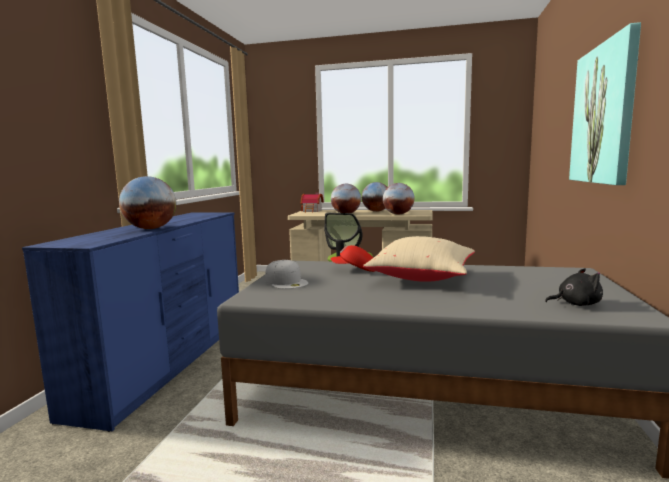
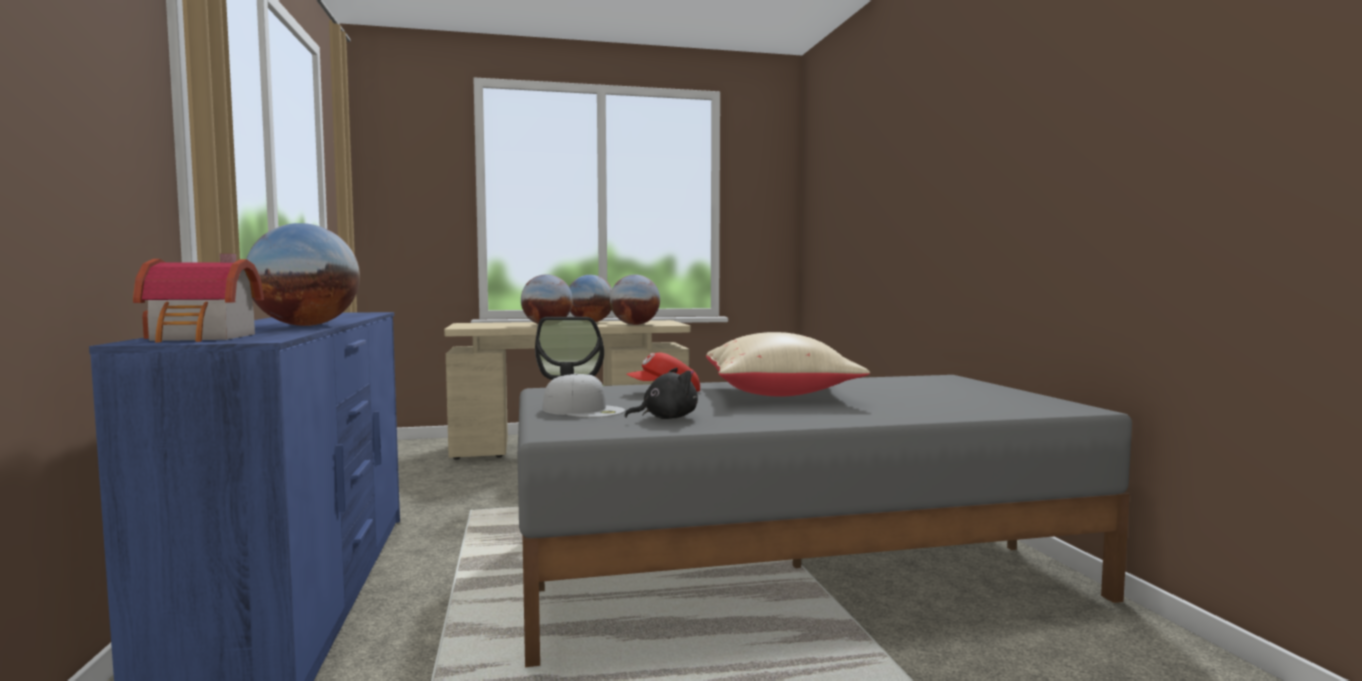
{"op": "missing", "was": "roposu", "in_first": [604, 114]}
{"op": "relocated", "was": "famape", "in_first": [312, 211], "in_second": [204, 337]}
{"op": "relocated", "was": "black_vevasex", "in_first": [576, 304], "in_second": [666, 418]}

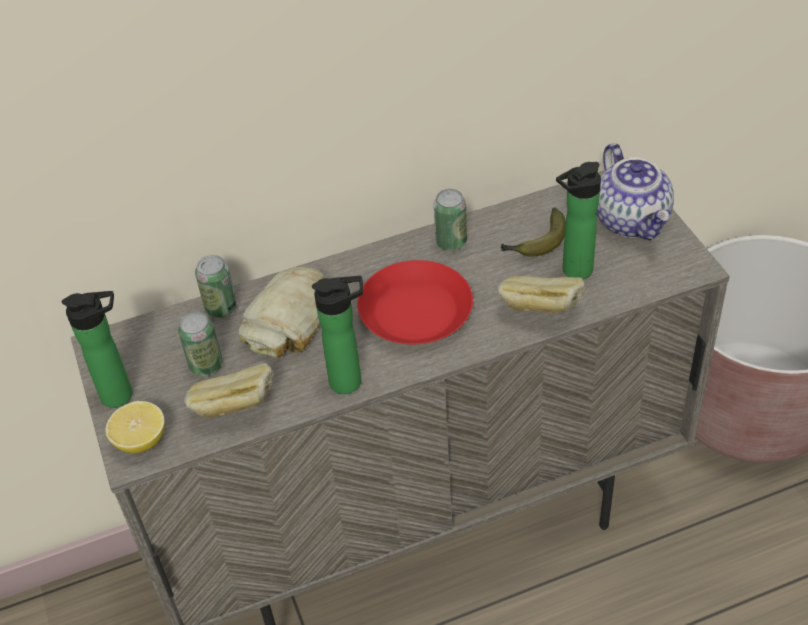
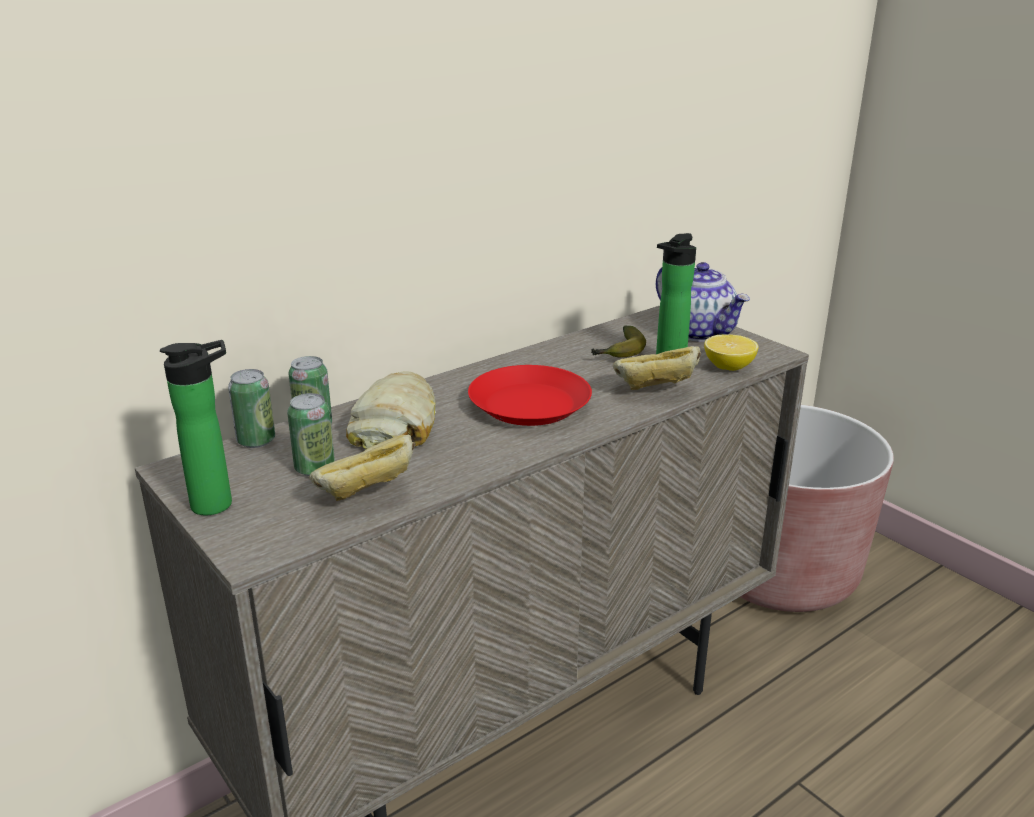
{"op": "relocated", "was": "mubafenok", "in_first": [451, 242], "in_second": [256, 441]}
{"op": "missing", "was": "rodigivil", "in_first": [351, 381]}
{"op": "relocated", "was": "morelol", "in_first": [141, 441], "in_second": [728, 367]}

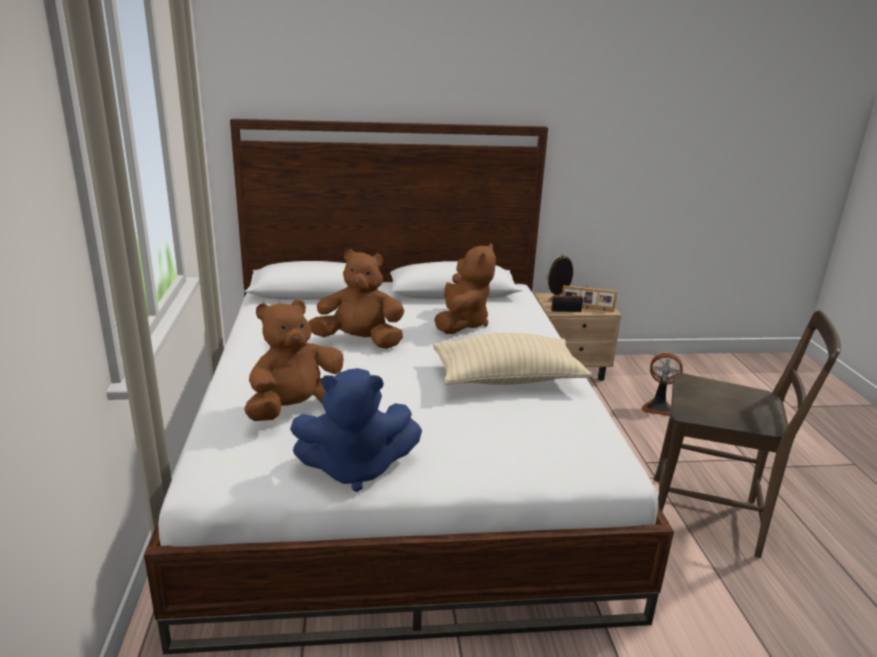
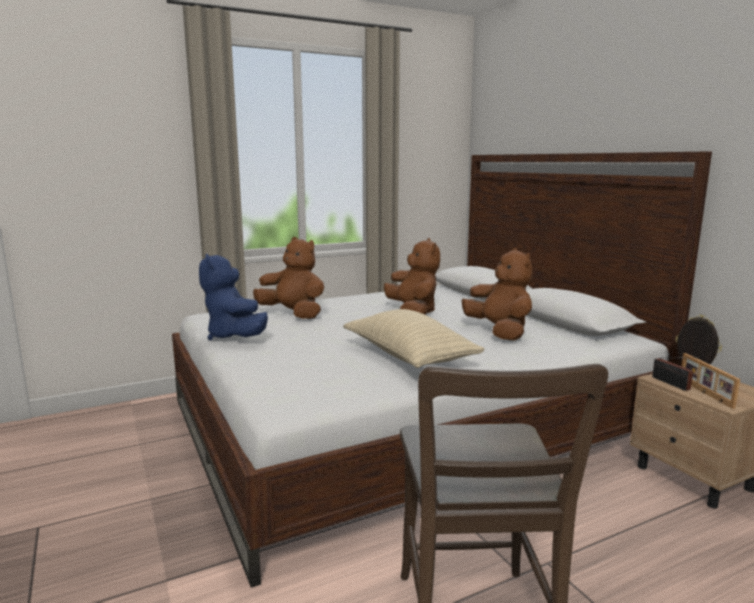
{"op": "spun", "was": "brown_vevasex", "in_first": [462, 323], "in_second": [499, 332], "clockwise": -105}
{"op": "missing", "was": "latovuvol", "in_first": [658, 407]}

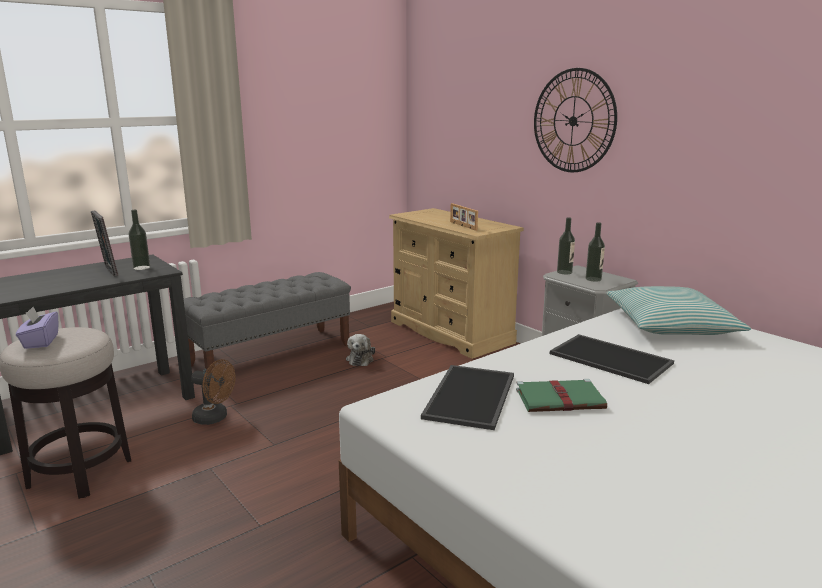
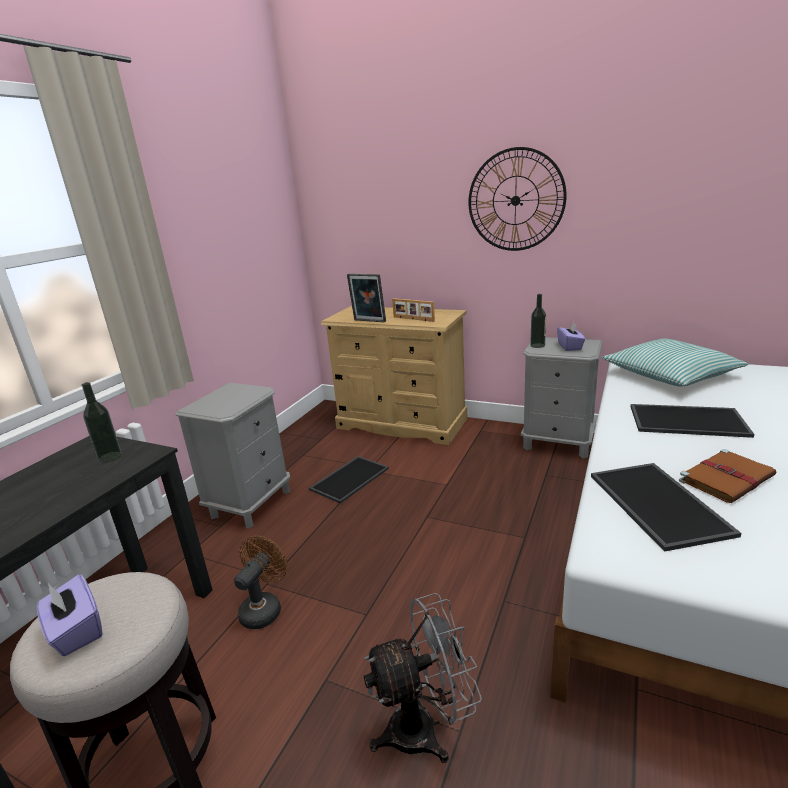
{"op": "relocated", "was": "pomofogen", "in_first": [108, 271], "in_second": [368, 321]}
{"op": "exchanged", "was": "rodigivil", "now": "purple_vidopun", "in_first": [593, 279], "in_second": [570, 347]}
{"op": "exchanged", "was": "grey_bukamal", "now": "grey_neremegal", "in_first": [271, 355], "in_second": [251, 503]}
{"op": "exchanged", "was": "vevasex", "now": "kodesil", "in_first": [360, 359], "in_second": [349, 478]}
{"op": "spun", "was": "brown_latovuvol", "in_first": [215, 418], "in_second": [264, 608], "clockwise": -60}
{"op": "colour", "was": "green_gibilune", "now": "brown_gibilune", "in_first": [561, 399], "in_second": [727, 478]}
{"op": "appeared", "now": "grey_latovuvol", "in_second": [425, 728]}

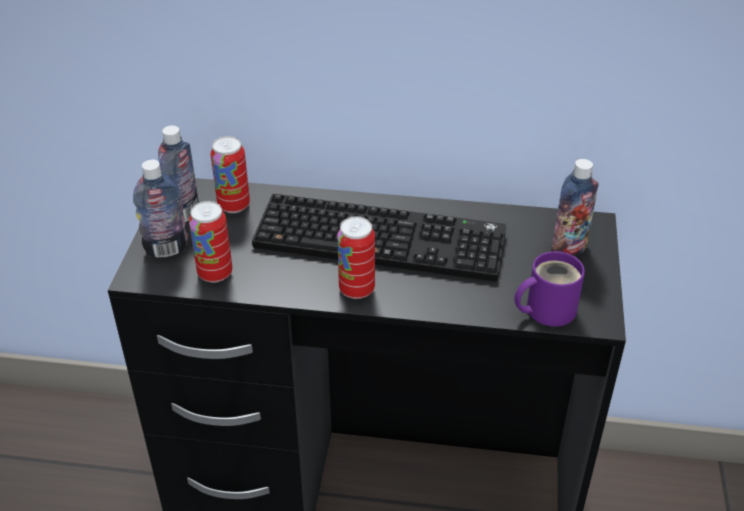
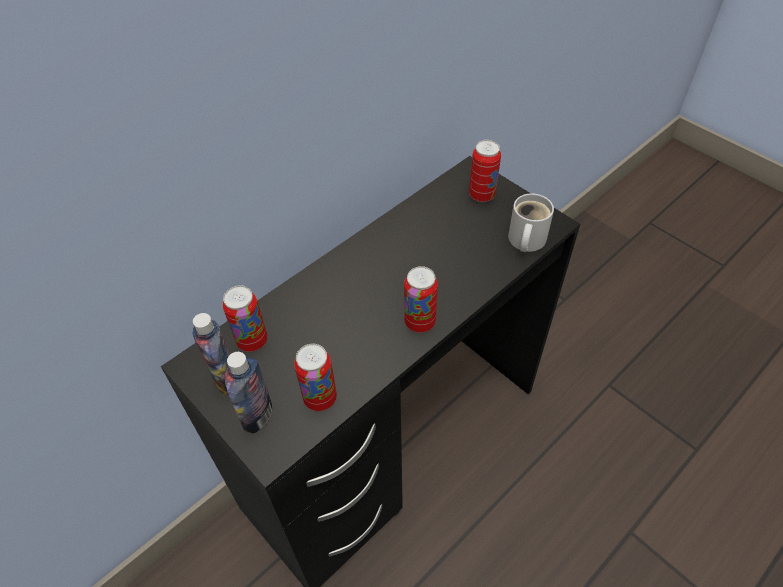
{"op": "exchanged", "was": "rodigivil", "now": "mubafenok", "in_first": [568, 249], "in_second": [481, 195]}
{"op": "missing", "was": "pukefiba", "in_first": [383, 238]}
{"op": "colour", "was": "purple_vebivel", "now": "white_vebivel", "in_first": [545, 309], "in_second": [525, 240]}

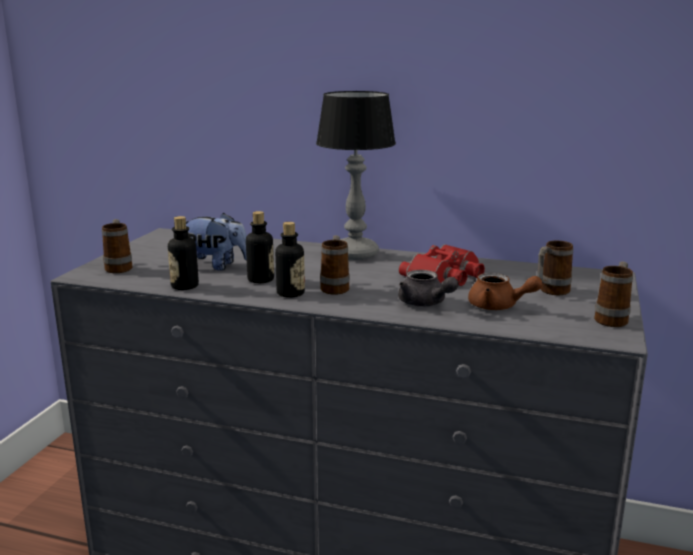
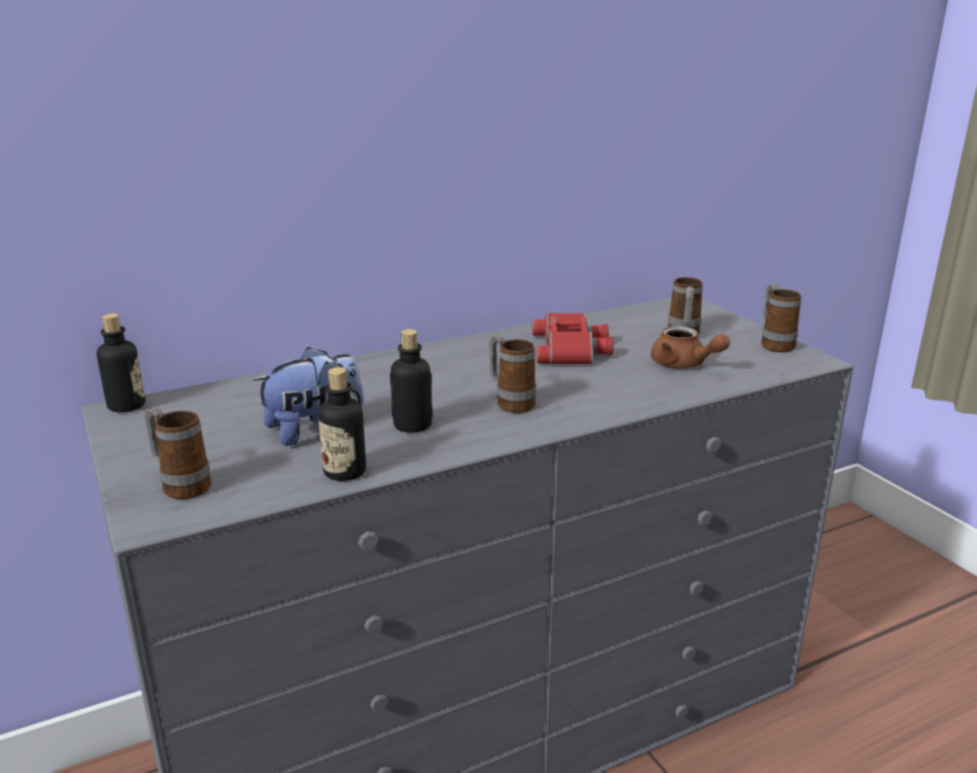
{"op": "missing", "was": "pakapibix", "in_first": [354, 254]}
{"op": "relocated", "was": "rodigivil", "in_first": [290, 293], "in_second": [126, 405]}
{"op": "missing", "was": "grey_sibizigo", "in_first": [425, 304]}
{"op": "spun", "was": "brown_sibizigo", "in_first": [499, 306], "in_second": [683, 365], "clockwise": 60}

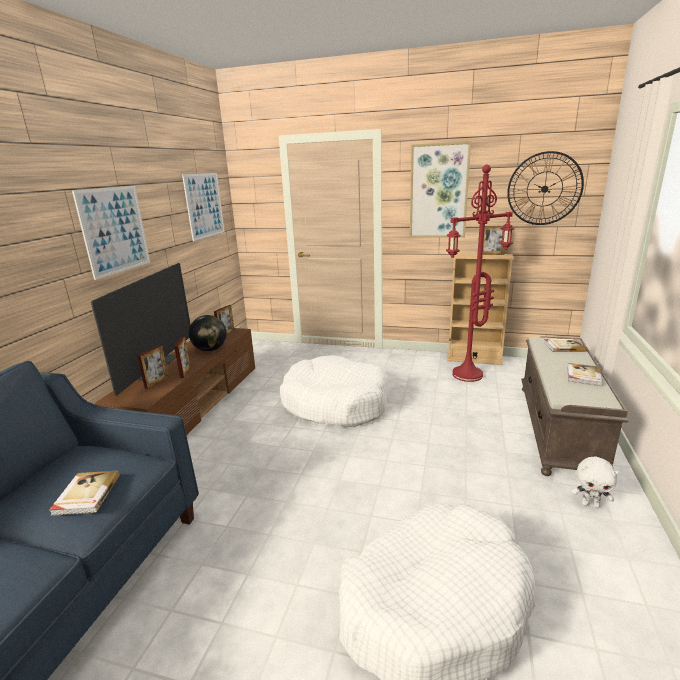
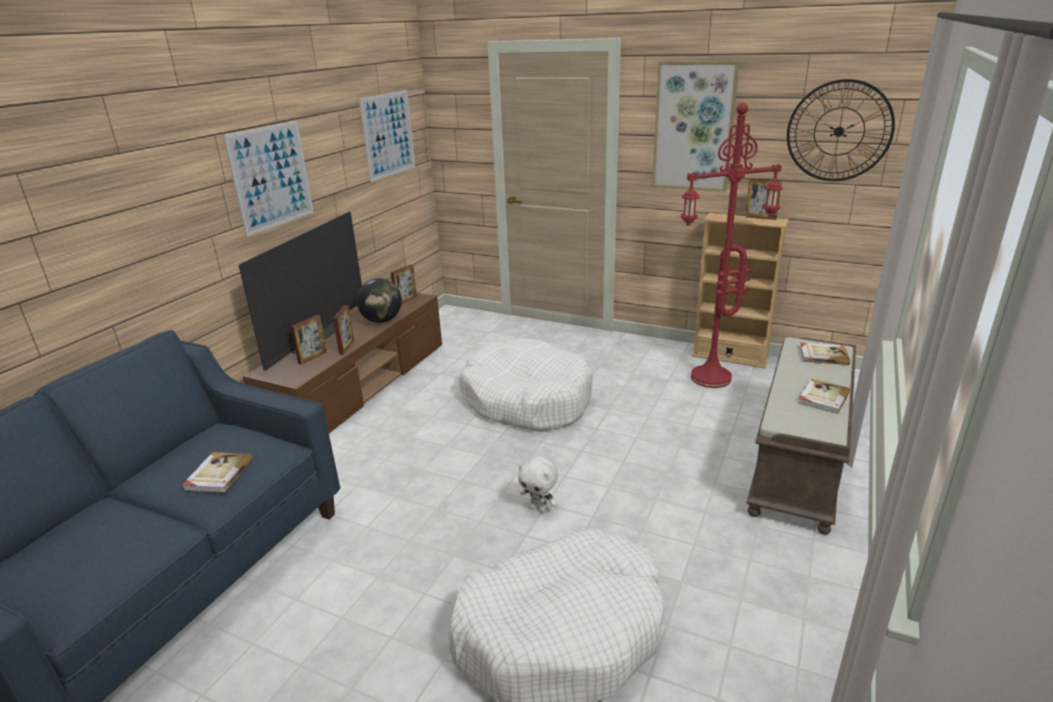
{"op": "relocated", "was": "white_vevasex", "in_first": [590, 505], "in_second": [539, 508]}

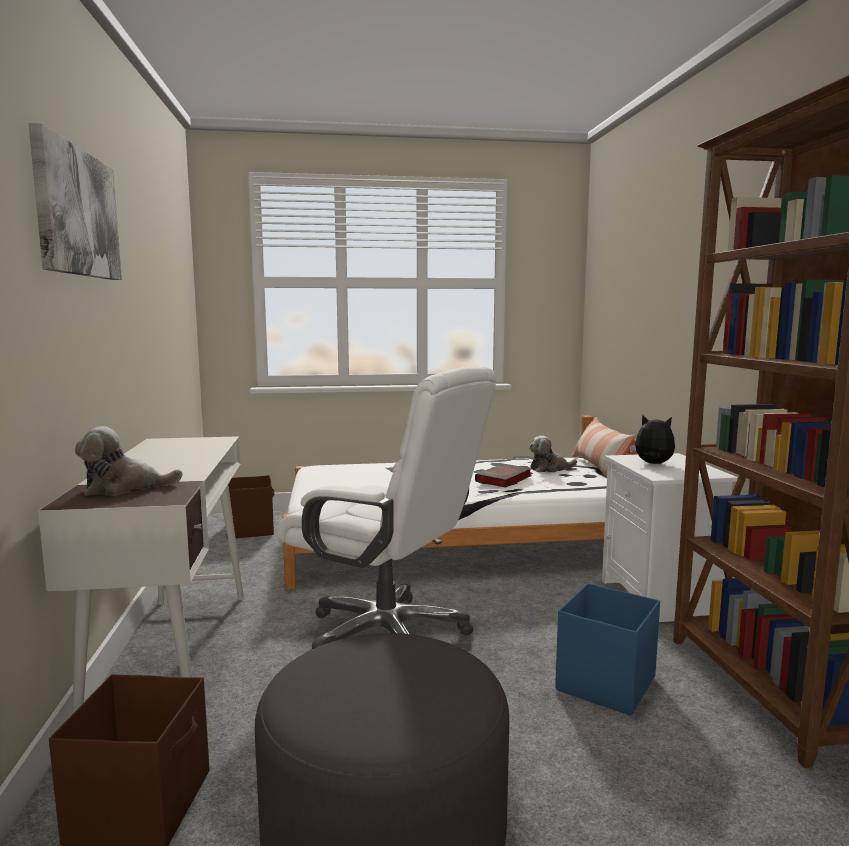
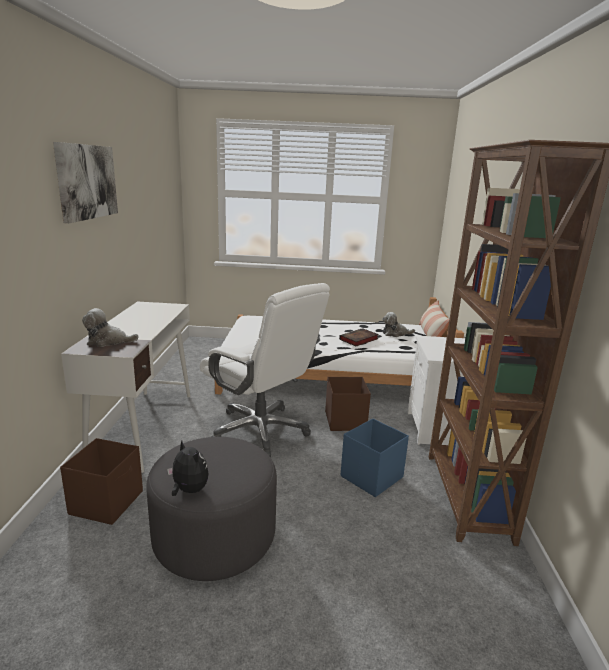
{"op": "relocated", "was": "vevasex", "in_first": [653, 464], "in_second": [188, 490]}
{"op": "relocated", "was": "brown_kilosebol", "in_first": [250, 529], "in_second": [345, 420]}

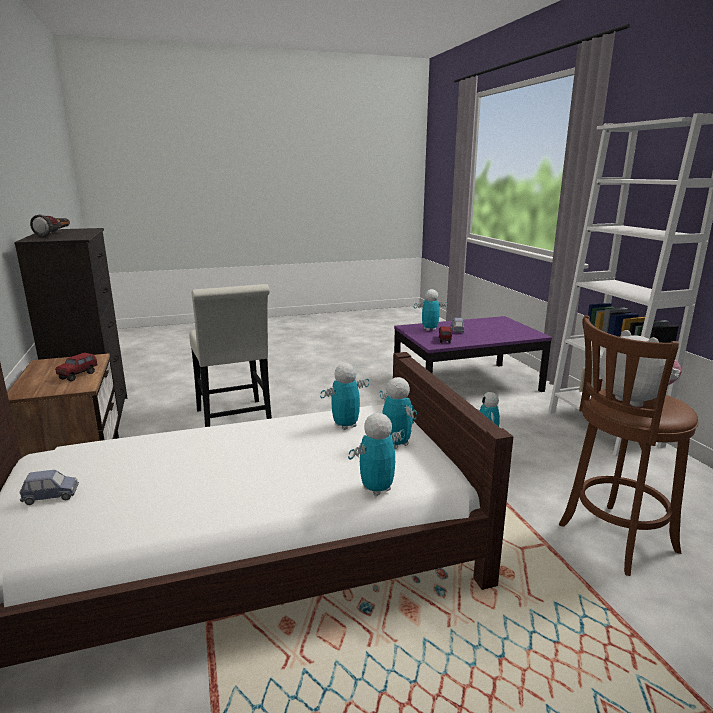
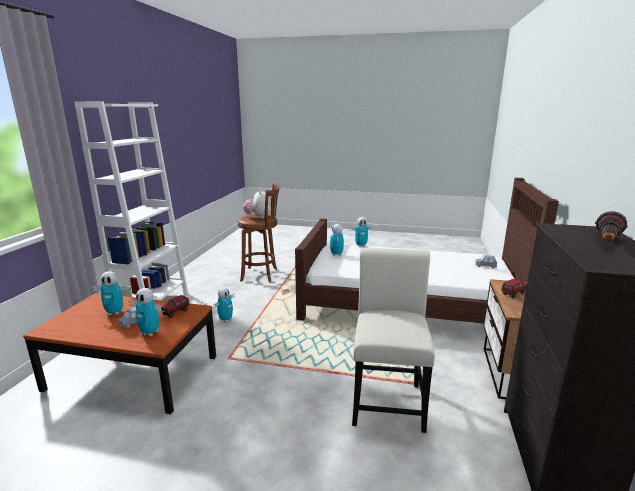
{"op": "colour", "was": "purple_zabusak", "now": "brown_zabusak", "in_first": [466, 384], "in_second": [134, 372]}
{"op": "relocated", "was": "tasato", "in_first": [345, 426], "in_second": [115, 312]}

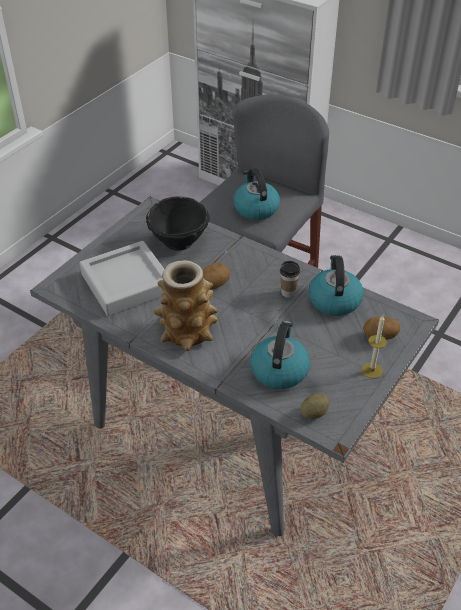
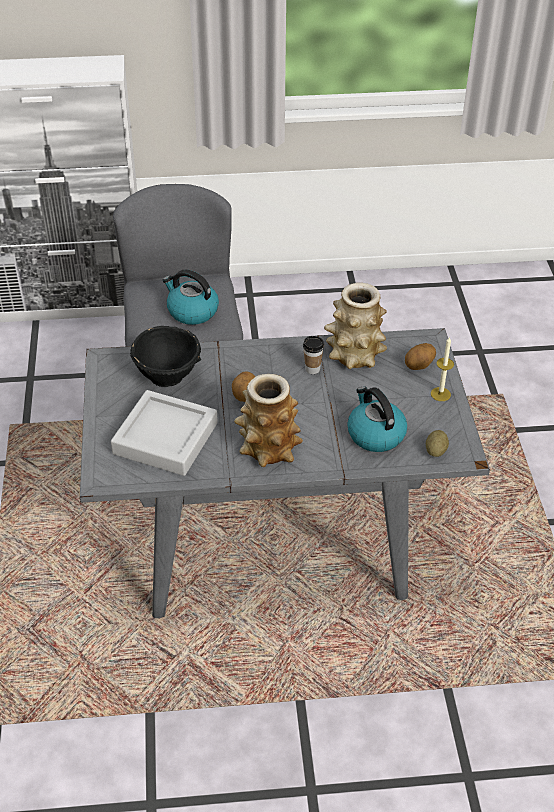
{"op": "exchanged", "was": "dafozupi", "now": "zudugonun", "in_first": [334, 300], "in_second": [354, 355]}

